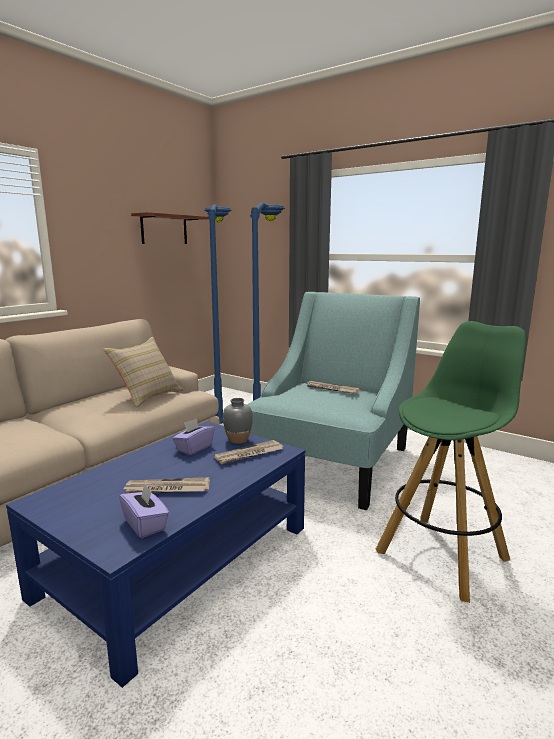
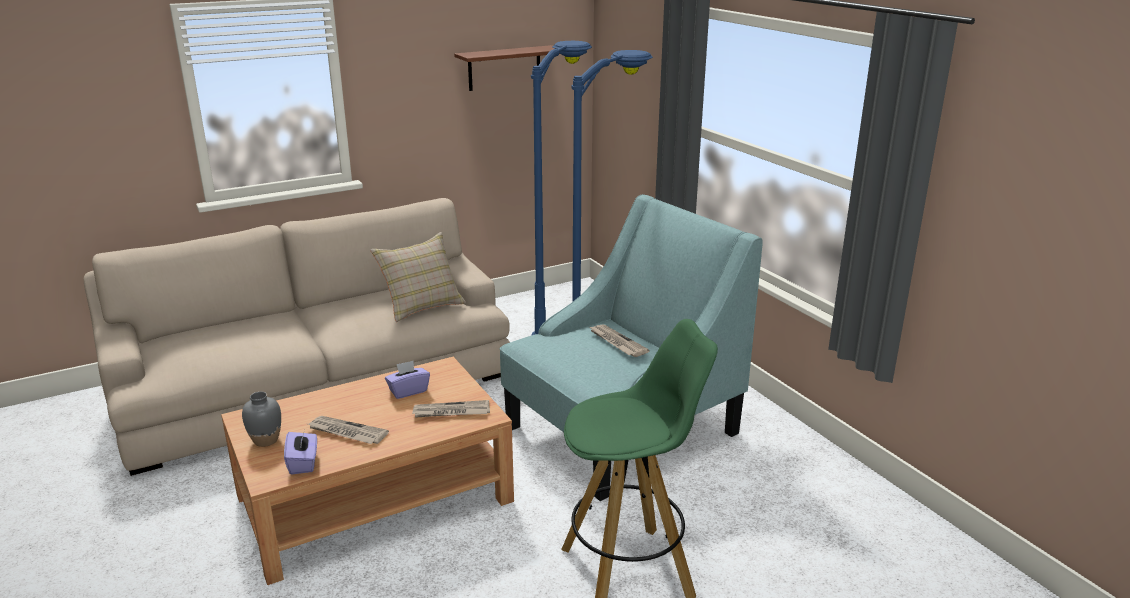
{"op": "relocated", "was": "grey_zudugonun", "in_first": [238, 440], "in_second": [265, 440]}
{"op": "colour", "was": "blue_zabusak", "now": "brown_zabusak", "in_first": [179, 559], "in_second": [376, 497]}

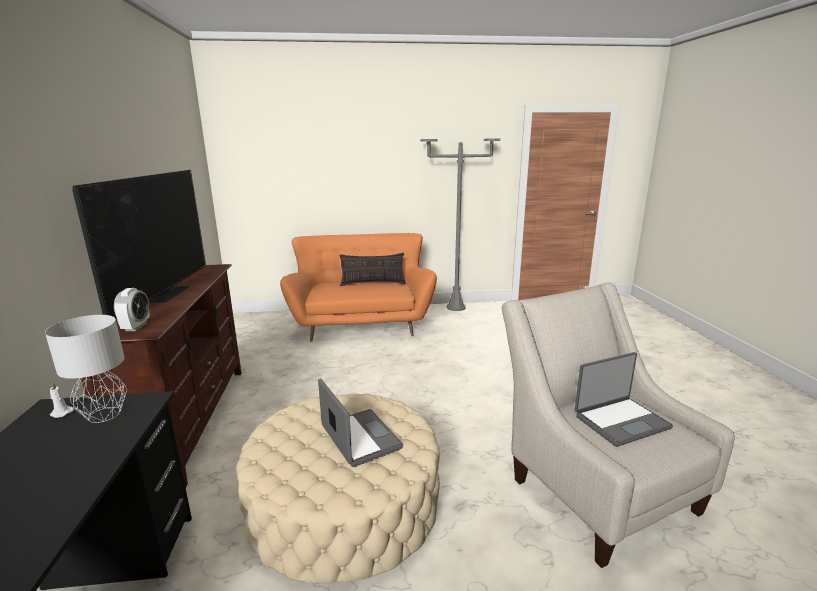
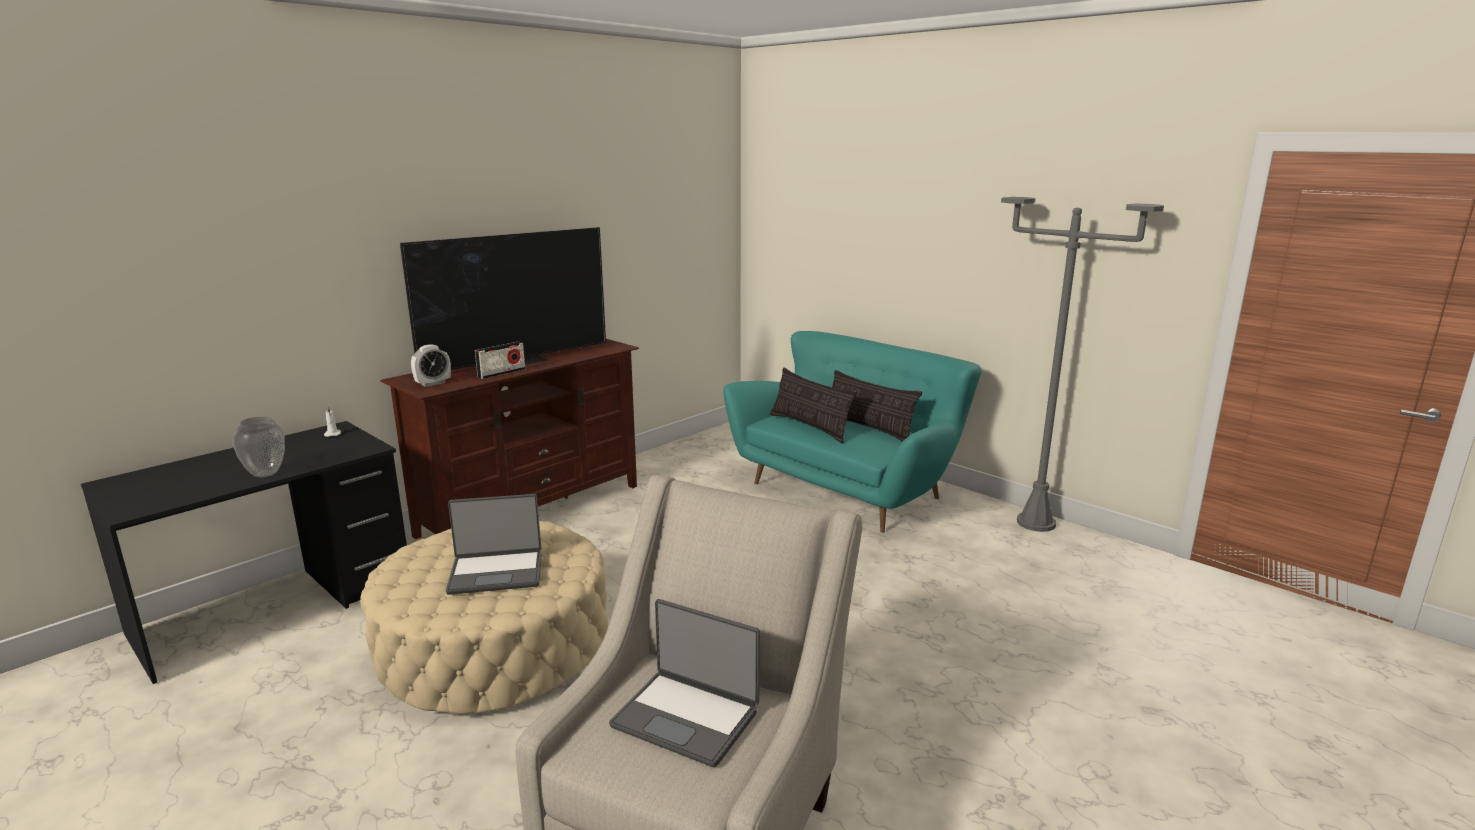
{"op": "colour", "was": "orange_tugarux", "now": "turquoise_tugarux", "in_first": [362, 324], "in_second": [849, 489]}
{"op": "missing", "was": "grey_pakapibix", "in_first": [103, 415]}
{"op": "spun", "was": "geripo", "in_first": [359, 438], "in_second": [496, 573], "clockwise": 60}
{"op": "appeared", "now": "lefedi", "in_second": [501, 373]}
{"op": "appeared", "now": "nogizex", "in_second": [810, 427]}
{"op": "appeared", "now": "zudugonun", "in_second": [265, 474]}

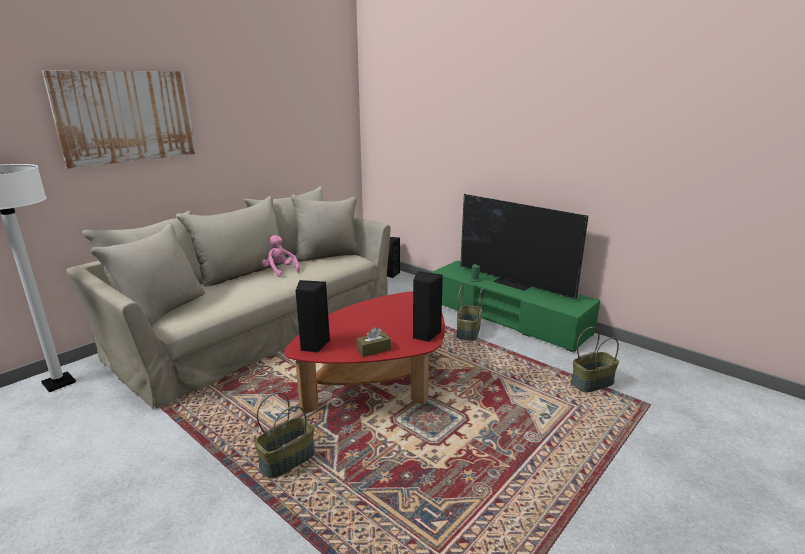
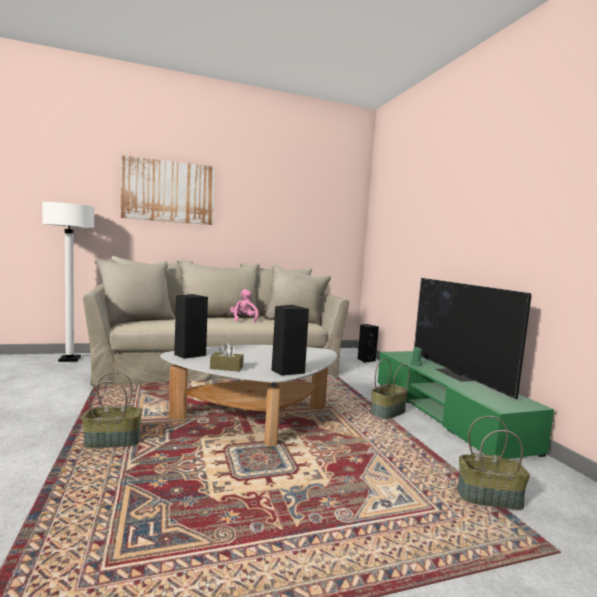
{"op": "colour", "was": "red_zabusak", "now": "white_zabusak", "in_first": [378, 382], "in_second": [255, 419]}

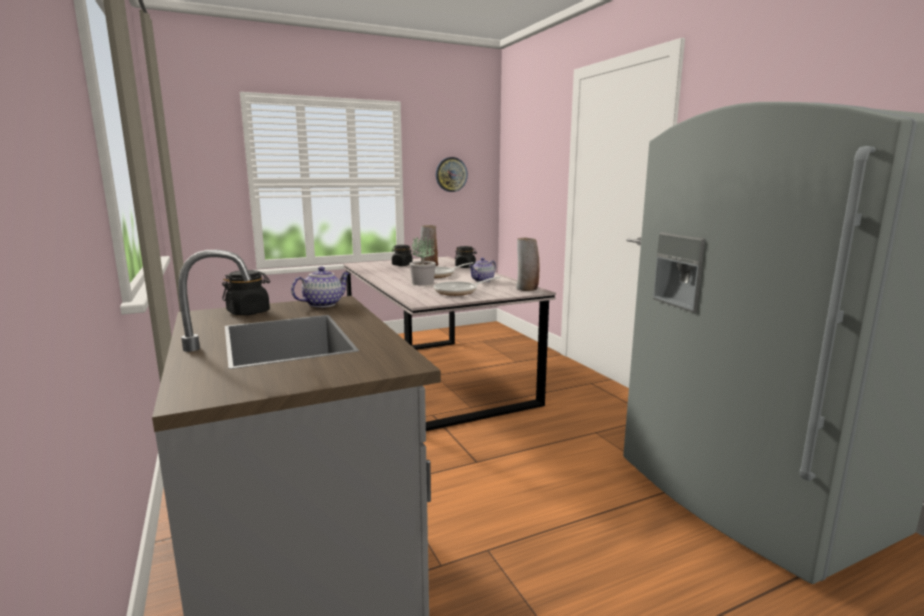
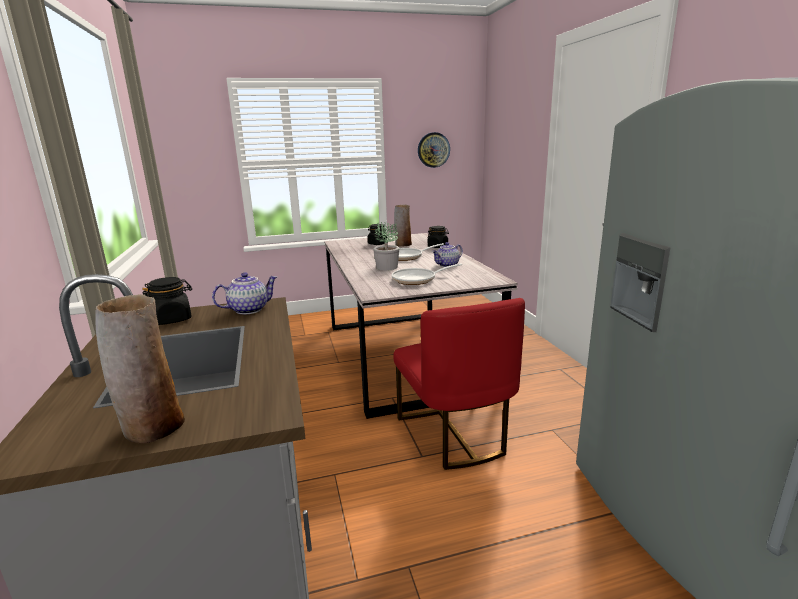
{"op": "relocated", "was": "zudugonun", "in_first": [526, 289], "in_second": [153, 429]}
{"op": "appeared", "now": "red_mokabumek", "in_second": [454, 434]}

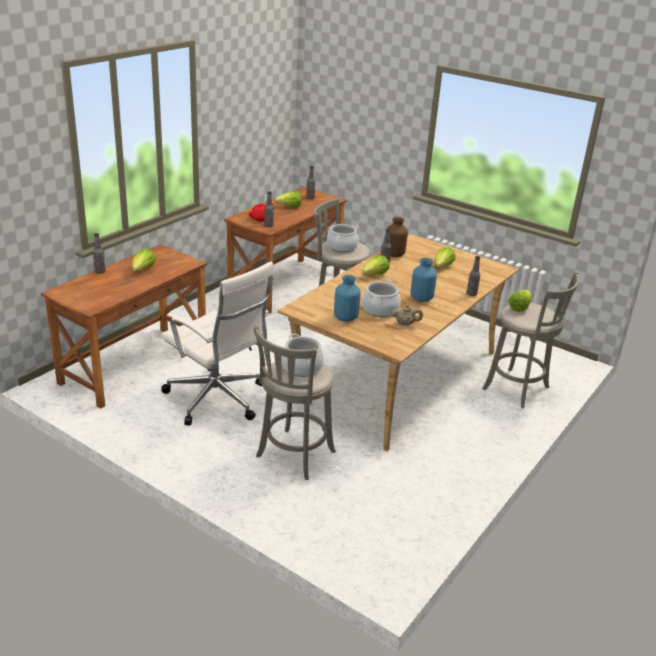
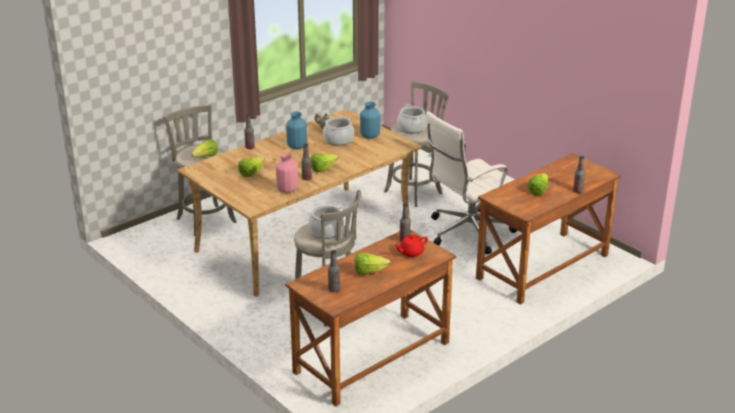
{"op": "colour", "was": "brown_zudugonun", "now": "pink_zudugonun", "in_first": [394, 254], "in_second": [287, 190]}
{"op": "spun", "was": "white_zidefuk", "in_first": [217, 399], "in_second": [467, 232], "clockwise": -90}

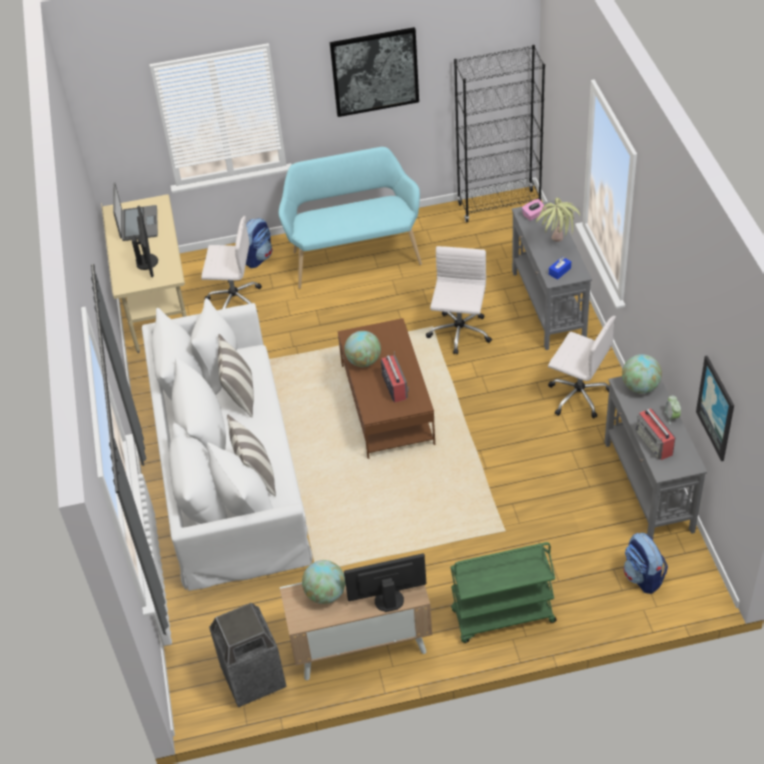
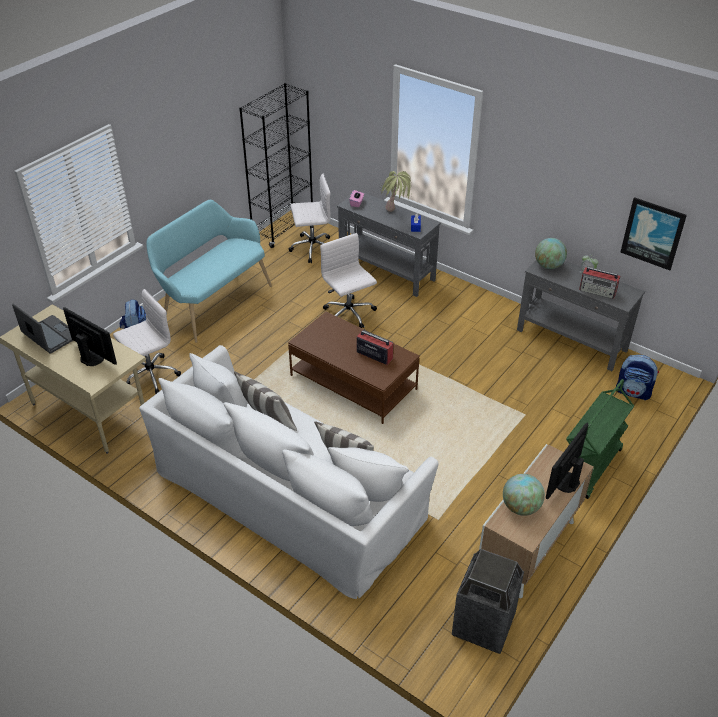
{"op": "missing", "was": "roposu", "in_first": [375, 71]}
{"op": "relocated", "was": "white_zidefuk", "in_first": [578, 395], "in_second": [311, 248]}
{"op": "missing", "was": "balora", "in_first": [363, 361]}

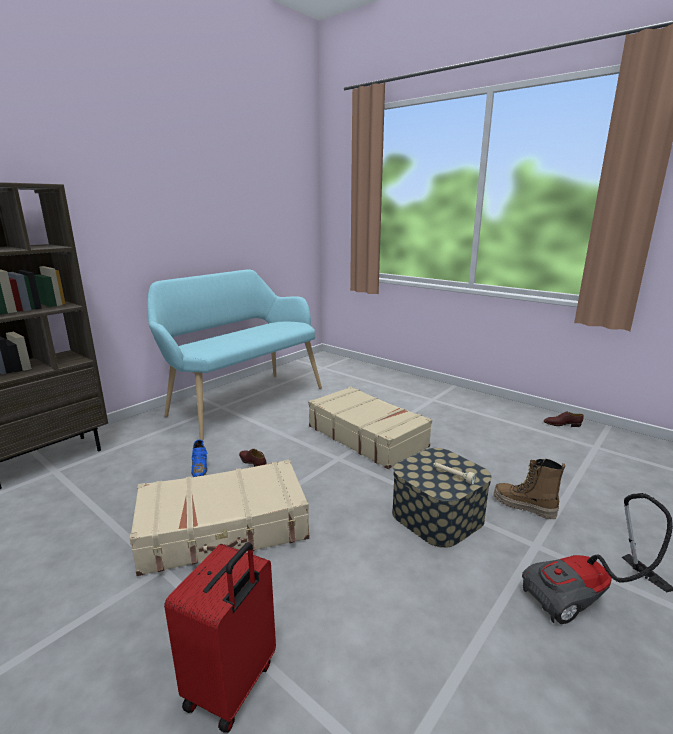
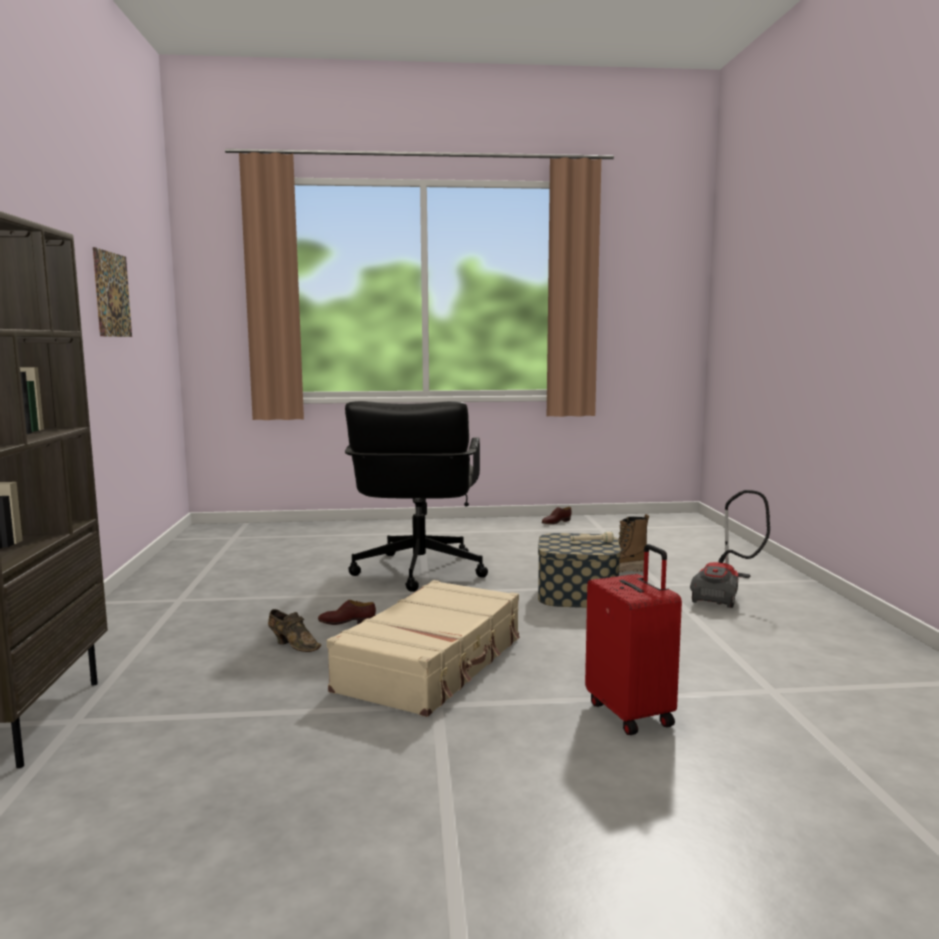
{"op": "missing", "was": "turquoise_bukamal", "in_first": [242, 400]}
{"op": "exchanged", "was": "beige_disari", "now": "black_zidefuk", "in_first": [367, 436], "in_second": [418, 571]}
{"op": "colour", "was": "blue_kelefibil", "now": "brown_kelefibil", "in_first": [200, 468], "in_second": [293, 645]}
{"op": "appeared", "now": "roposu", "in_second": [112, 294]}

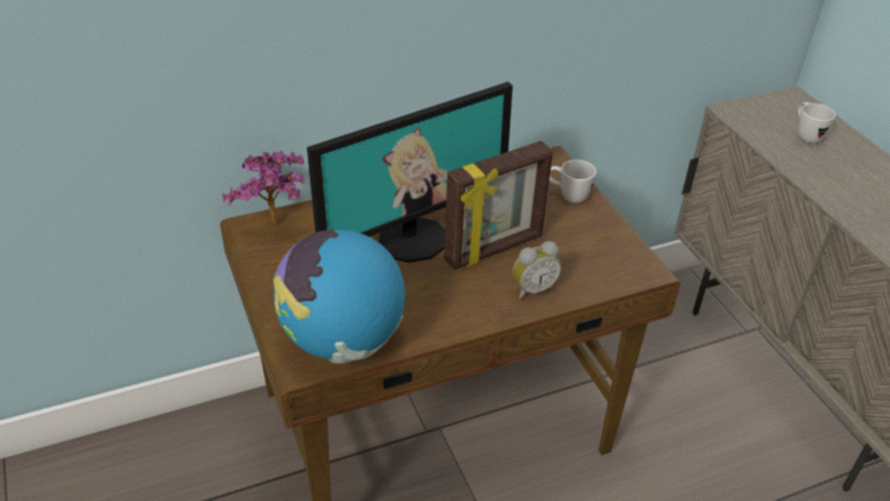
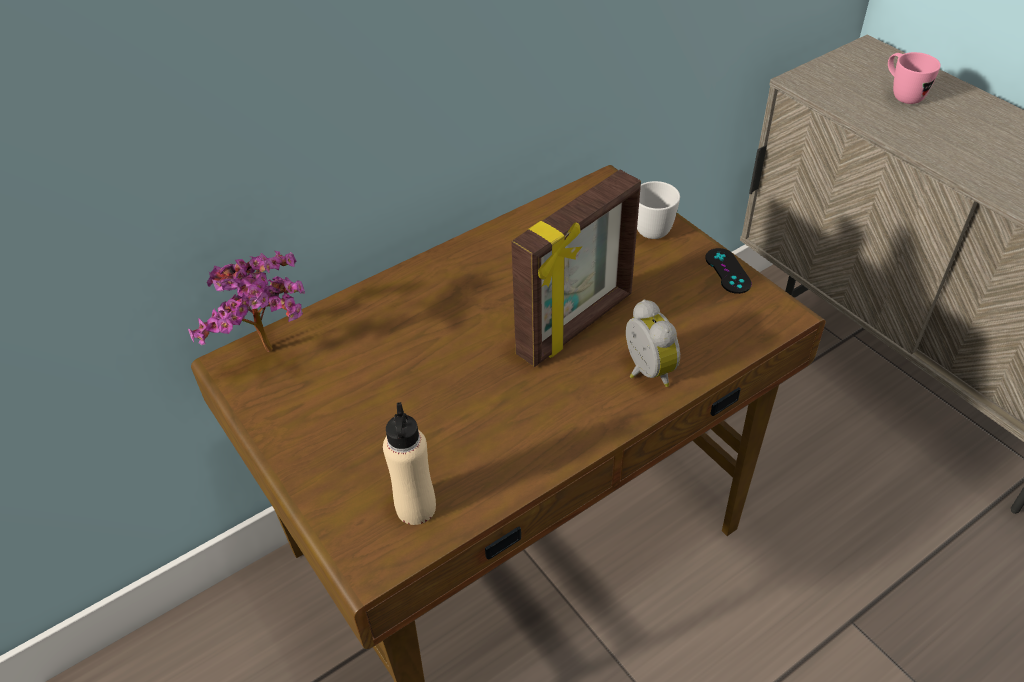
{"op": "missing", "was": "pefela", "in_first": [412, 238]}
{"op": "colour", "was": "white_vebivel", "now": "pink_vebivel", "in_first": [805, 135], "in_second": [902, 95]}
{"op": "exchanged", "was": "balora", "now": "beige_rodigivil", "in_first": [342, 340], "in_second": [416, 508]}
{"op": "spun", "was": "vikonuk", "in_first": [532, 289], "in_second": [645, 372], "clockwise": -75}
{"op": "appeared", "now": "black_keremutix", "in_second": [727, 271]}

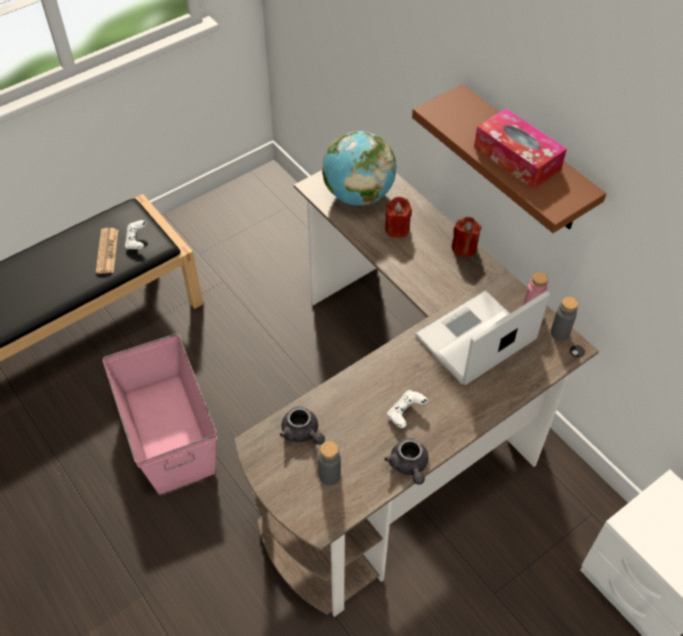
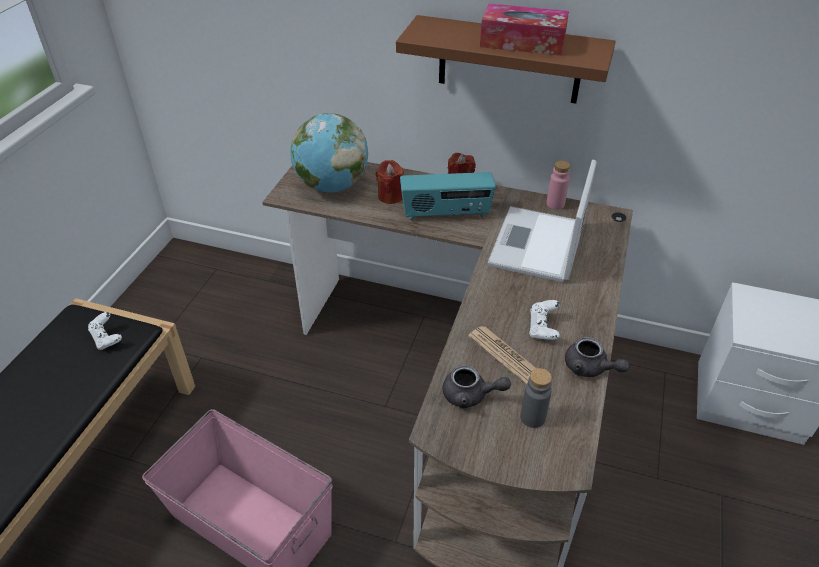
{"op": "relocated", "was": "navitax", "in_first": [107, 251], "in_second": [505, 355]}
{"op": "missing", "was": "grey_rodigivil", "in_first": [560, 332]}
{"op": "appeared", "now": "lefedi", "in_second": [446, 214]}

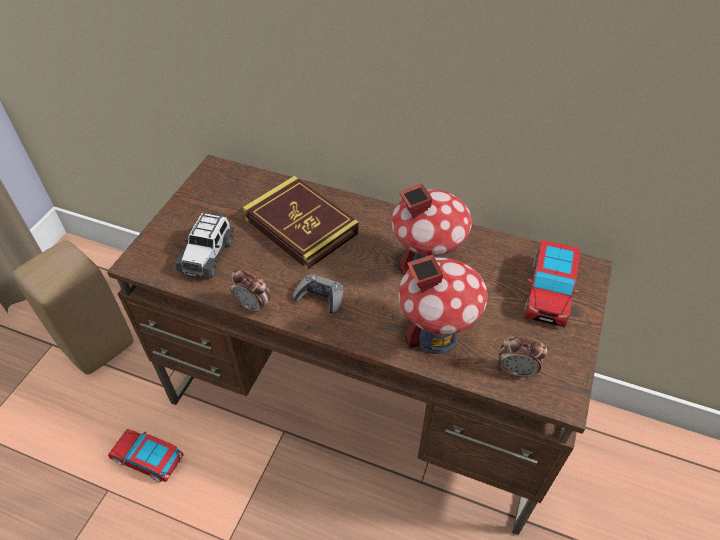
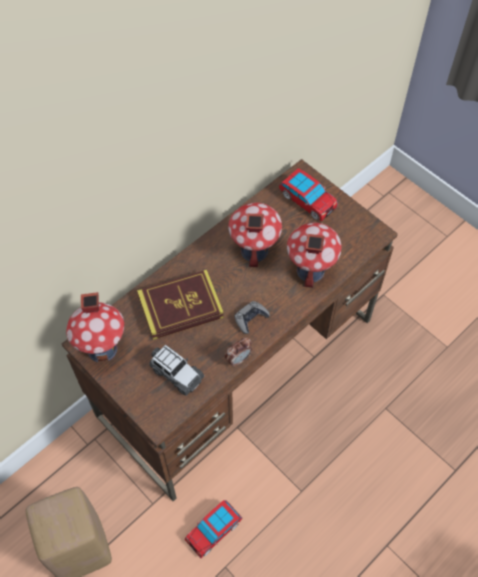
{"op": "missing", "was": "vikonuk", "in_first": [516, 370]}
{"op": "appeared", "now": "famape", "in_second": [102, 349]}

